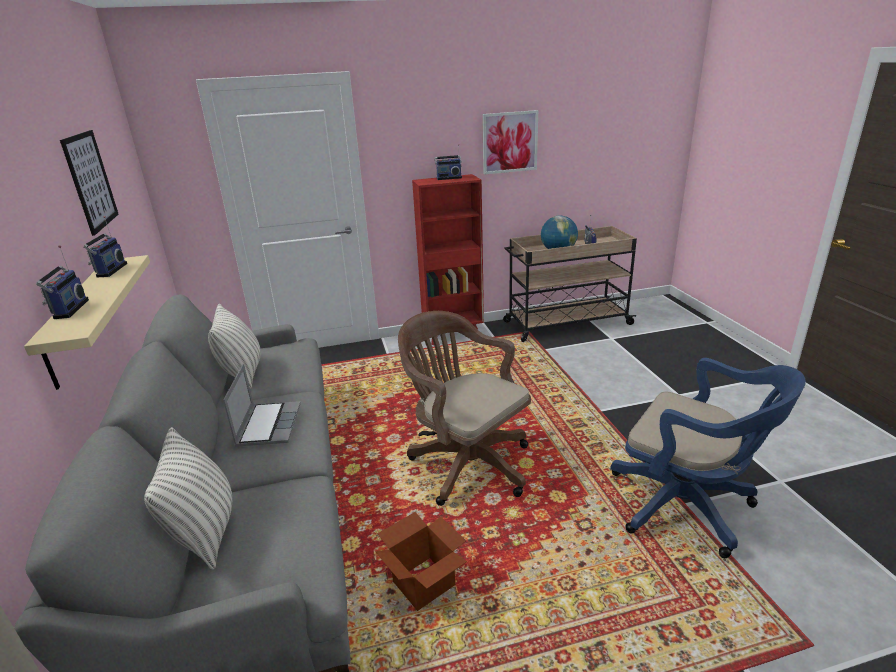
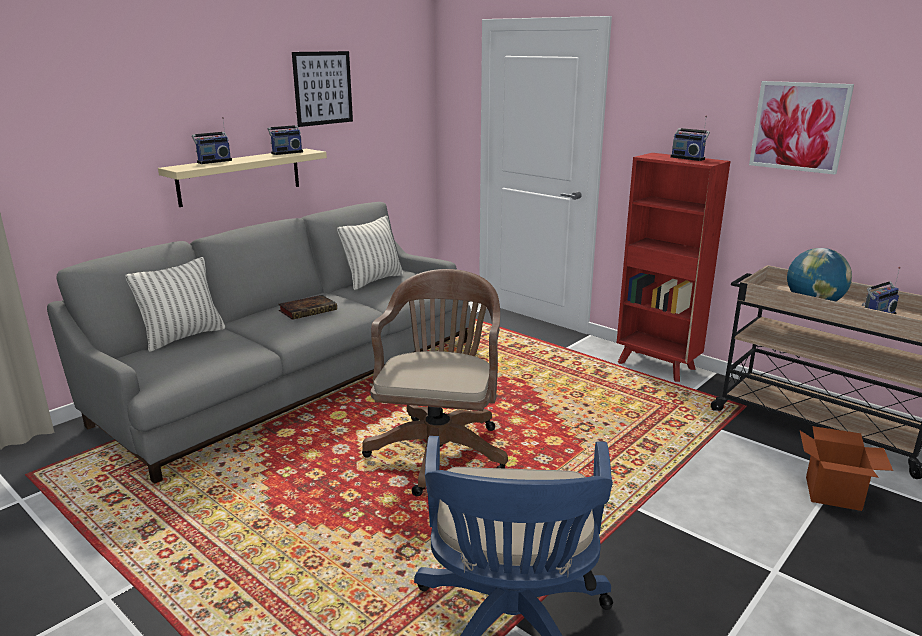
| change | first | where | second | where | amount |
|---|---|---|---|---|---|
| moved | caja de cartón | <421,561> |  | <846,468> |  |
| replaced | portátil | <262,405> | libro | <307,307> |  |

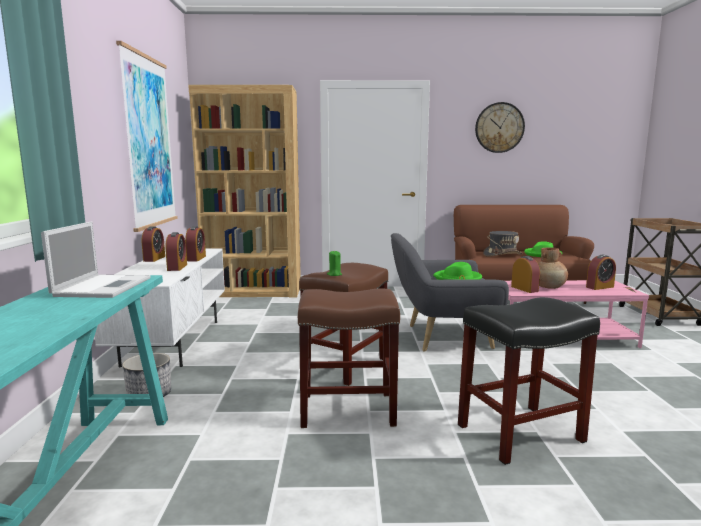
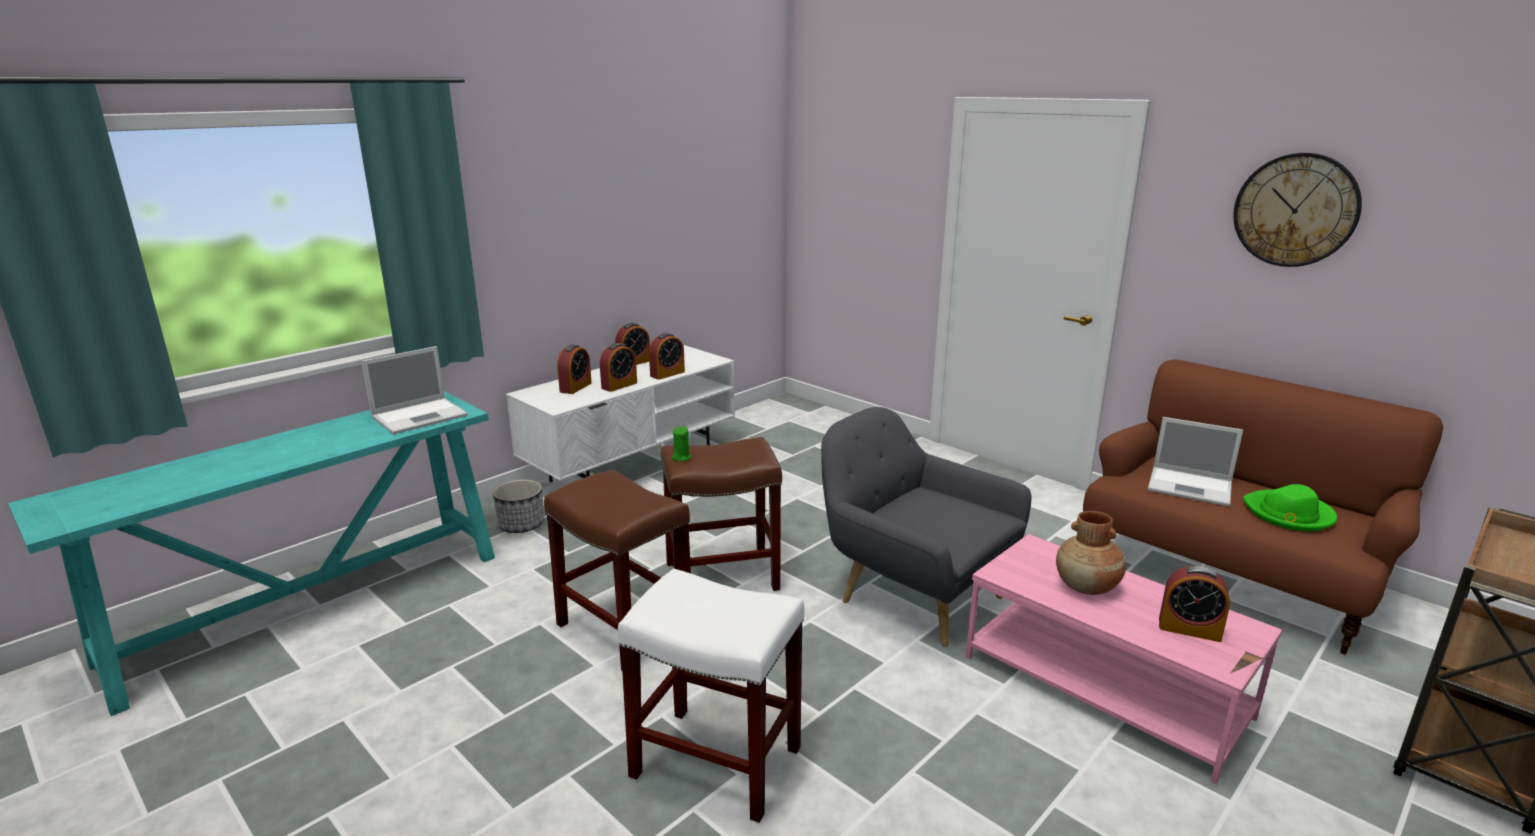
| change | first | where | second | where | amount |
|---|---|---|---|---|---|
| removed | cuadro | <147,136> |  |  |  |
| removed | estantería/marrón | <244,191> |  |  |  |
| removed | sombrero/verde | <457,271> |  |  |  |
| moved | despertador | <525,274> |  | <574,369> |  |
| replaced | sombrero/gris | <502,244> | portátil | <1195,462> |  |
| recoloured | taburete/negro | <529,381> | taburete/blanco | <711,696> |  |

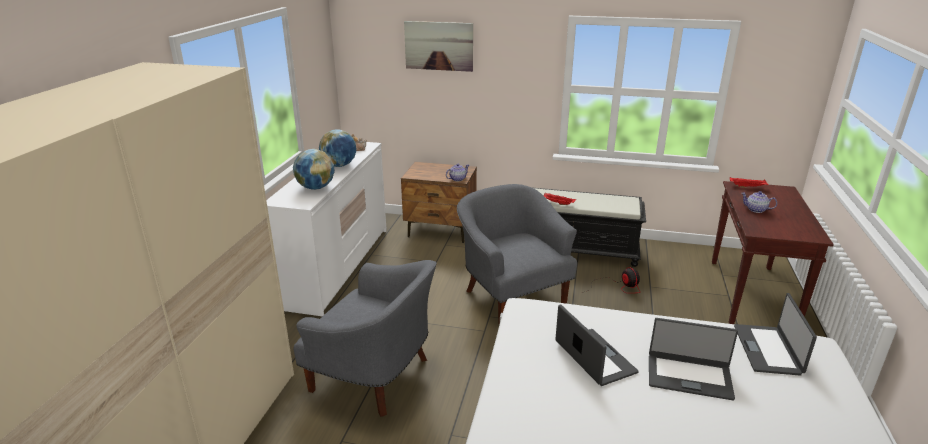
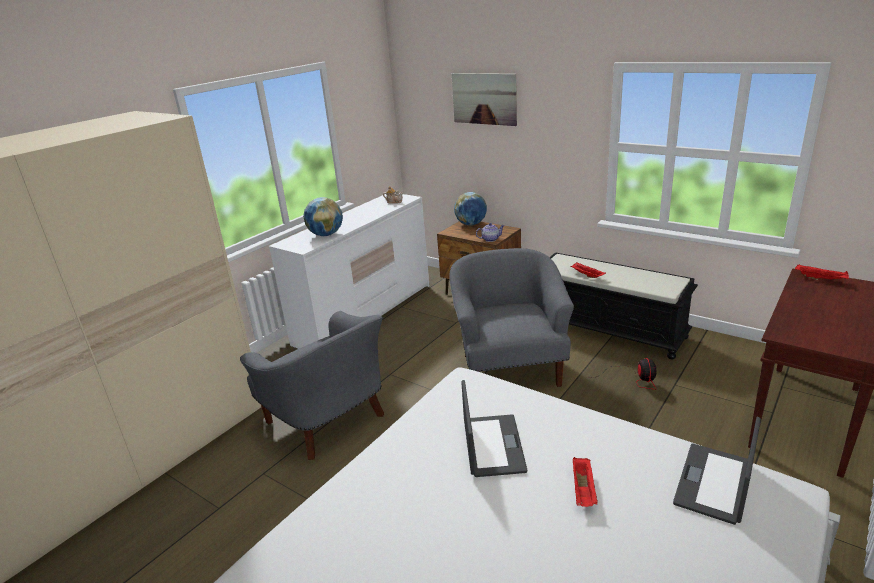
| change | first | where | second | where | amount |
|---|---|---|---|---|---|
| removed | tetera | <759,202> |  |  |  |
| moved | globo terráqueo | <337,148> |  | <470,208> |  |
| replaced | portátil | <693,359> | bandeja/rojo | <585,482> |  |

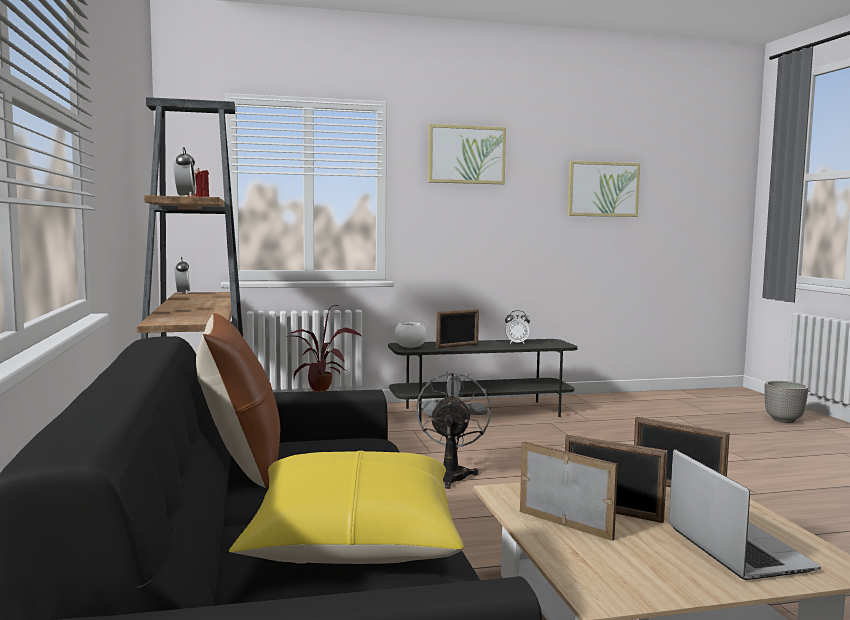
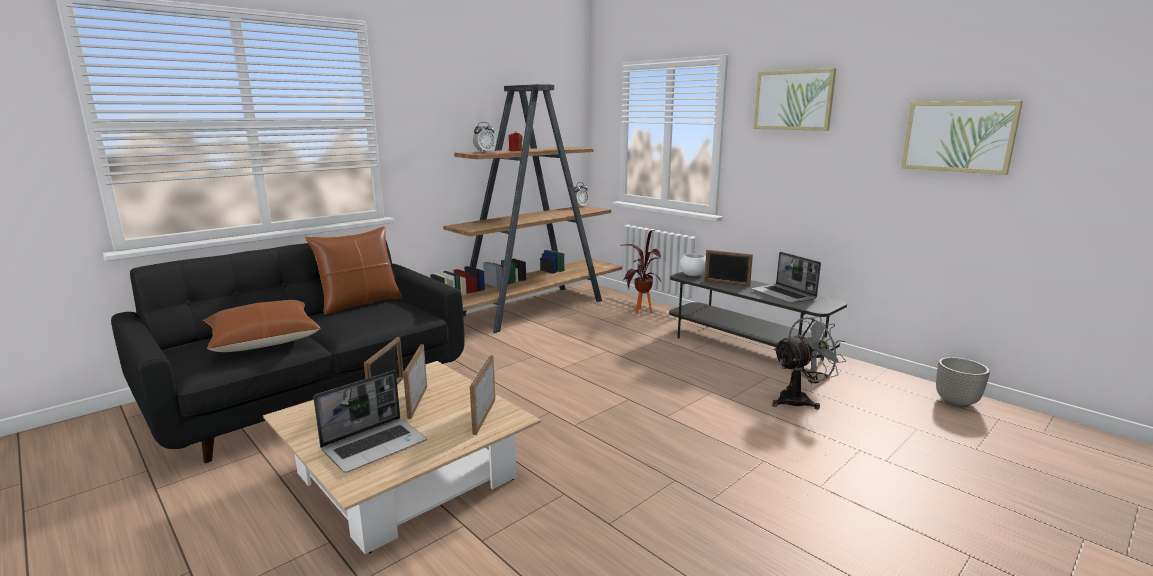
| change | first | where | second | where | amount |
|---|---|---|---|---|---|
| moved | ventilador/gris | <453,430> |  | <809,363> |  |
| moved | maceta | <786,402> |  | <963,382> |  |
| replaced | despertador | <517,327> | portátil | <786,278> |  |
| recoloured | cojín/amarillo | <346,507> | cojín/marrón | <262,326> |  |

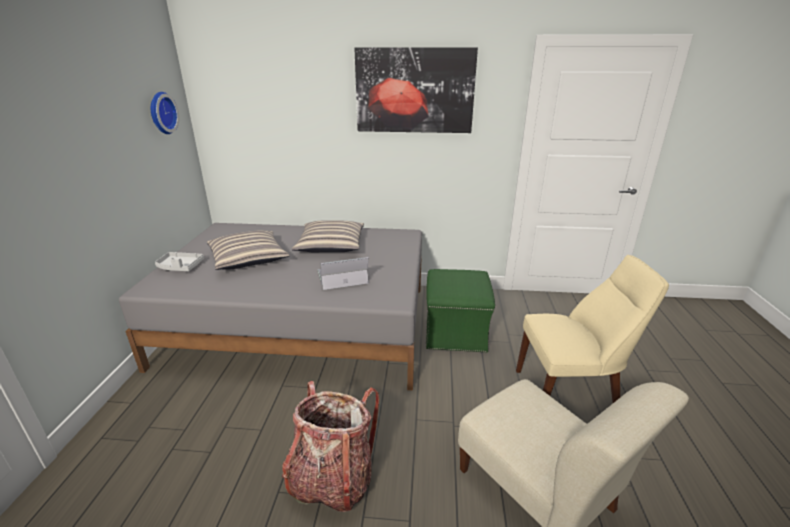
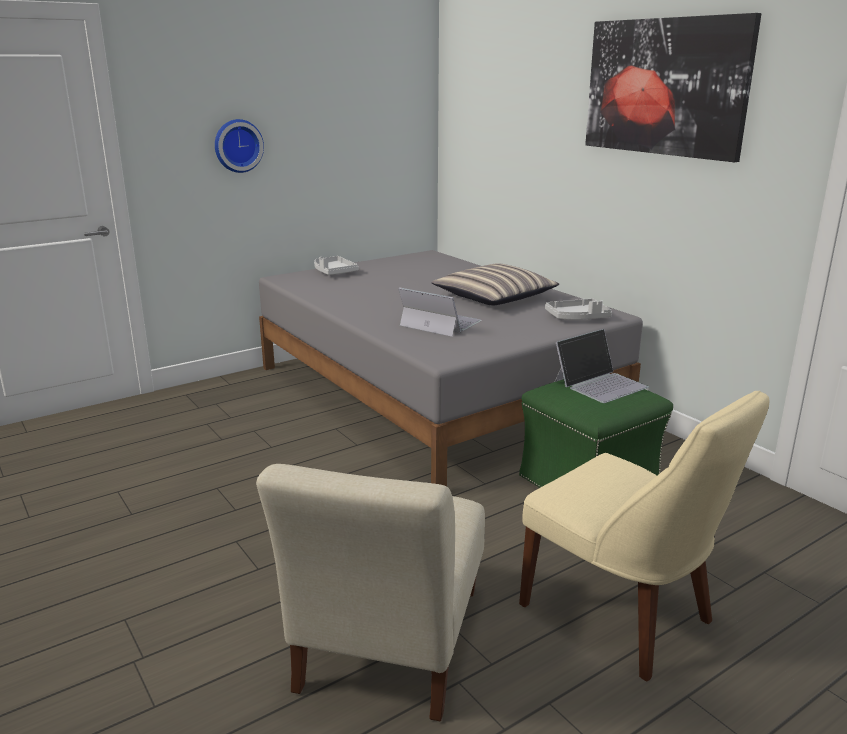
| change | first | where | second | where | amount |
|---|---|---|---|---|---|
| removed | cojín | <248,250> |  |  |  |
| removed | mochila | <330,446> |  |  |  |
| added |  |  | bandeja/gris | <578,309> |  |
| added |  |  | portátil | <601,366> |  |
| moved | reloj de pared | <165,113> |  | <239,146> |  |

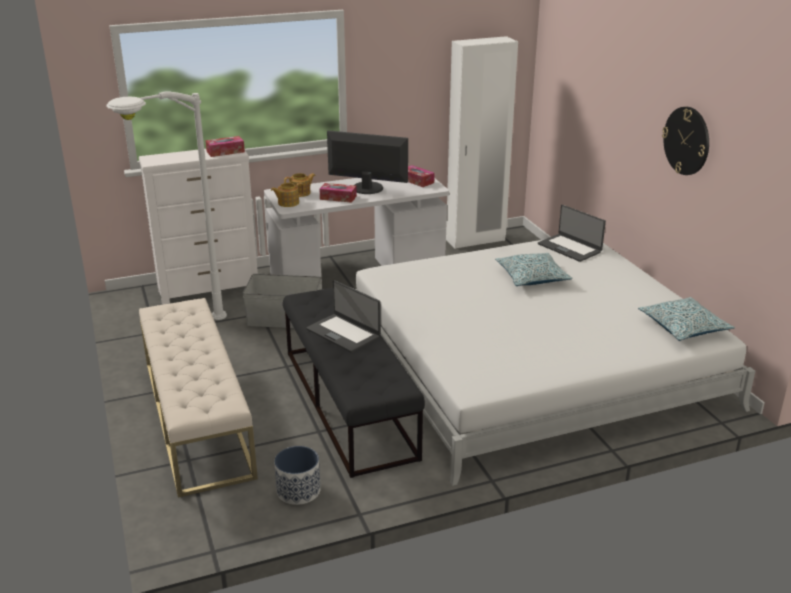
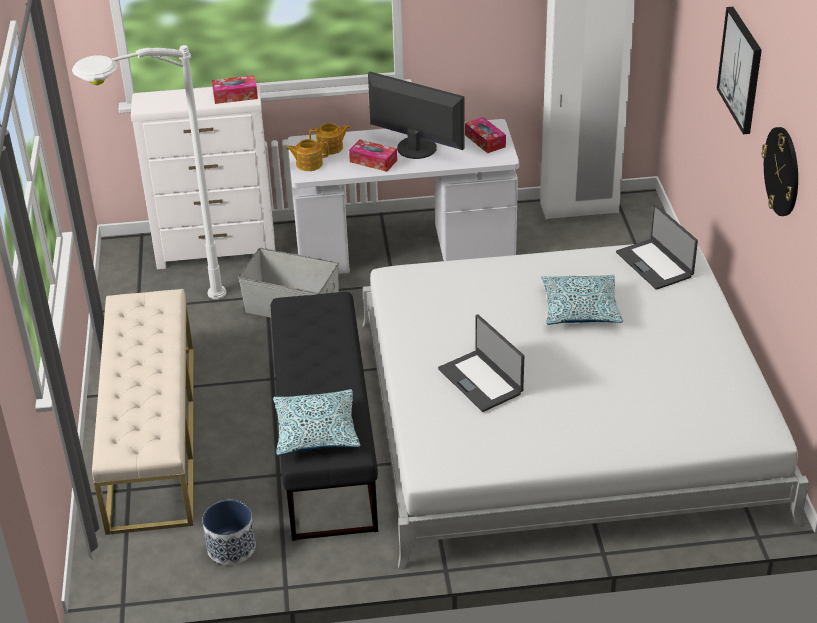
| change | first | where | second | where | amount |
|---|---|---|---|---|---|
| added |  |  | cuadro | <739,70> |  |
| moved | portátil | <343,316> |  | <481,363> |  |
| moved | cojín | <686,319> |  | <317,422> |  |

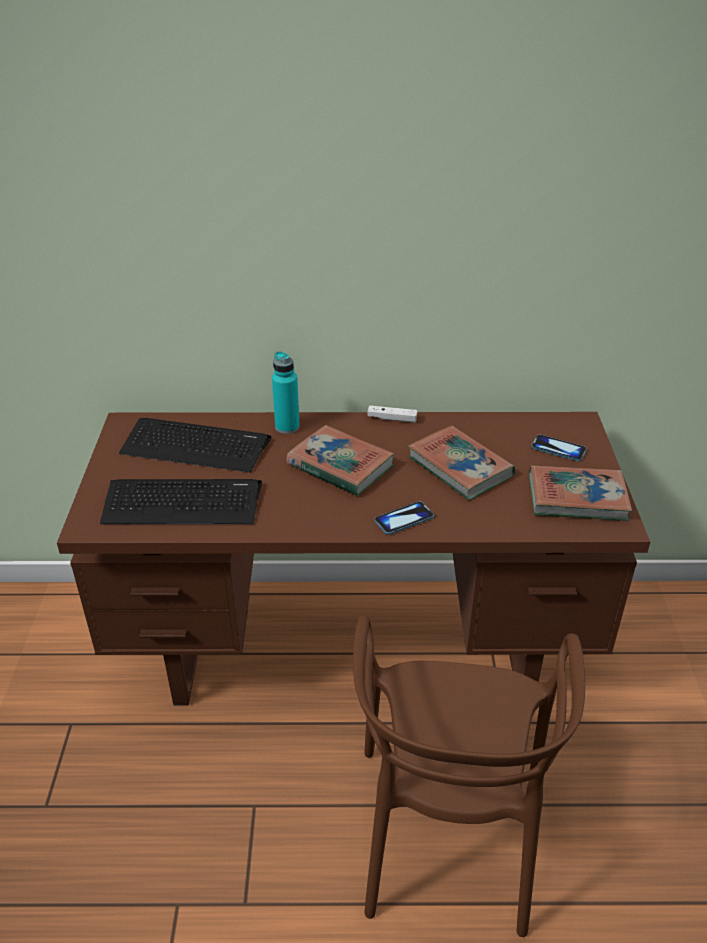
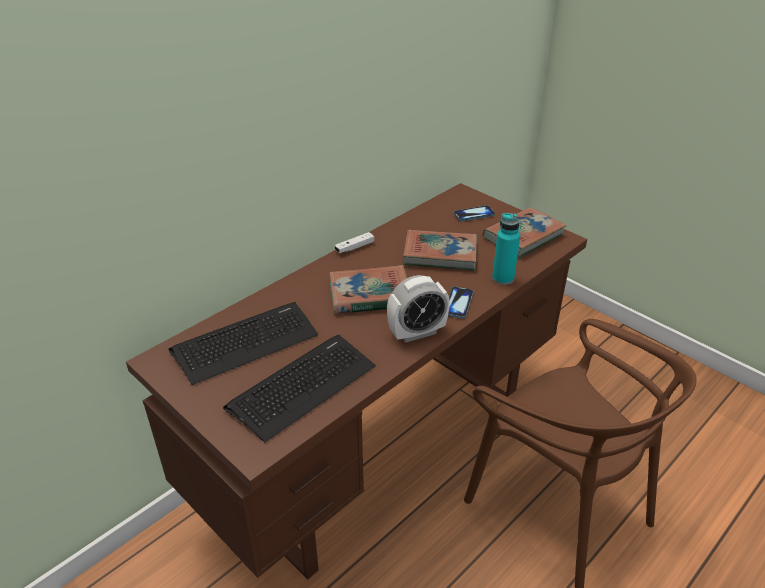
| change | first | where | second | where | amount |
|---|---|---|---|---|---|
| added |  |  | despertador | <418,309> |  |
| moved | botella/turquesa | <286,392> |  | <506,249> |  |

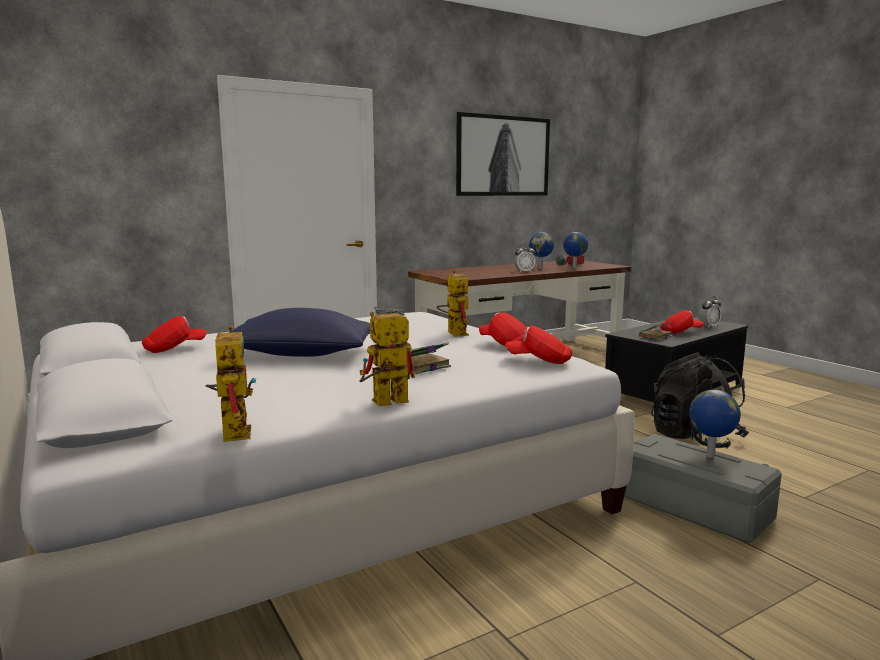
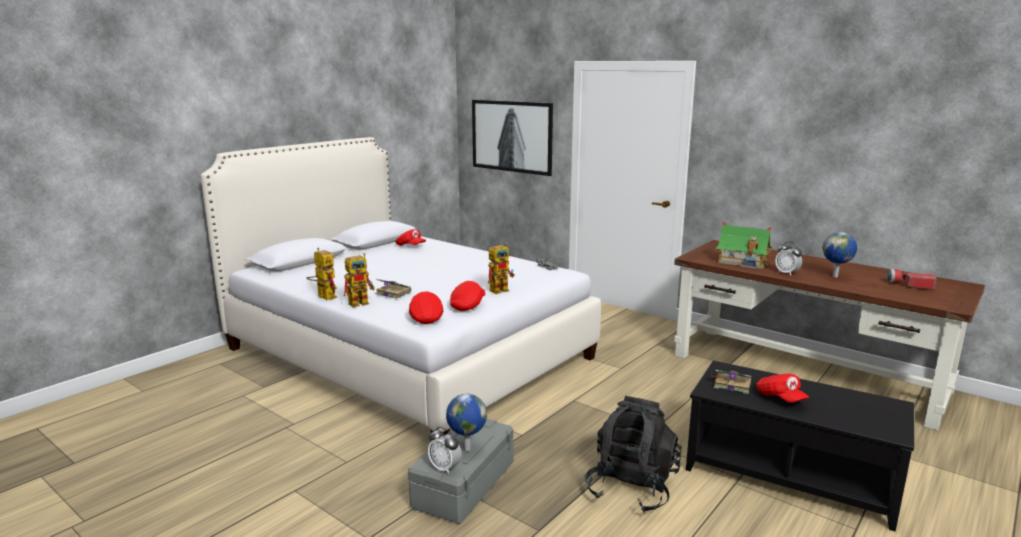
| change | first | where | second | where | amount |
|---|---|---|---|---|---|
| removed | cojín/azul | <292,332> |  |  |  |
| removed | globo terráqueo | <575,250> |  |  |  |
| added |  |  | casita | <743,245> |  |
| moved | robot de juguete | <230,383> |  | <359,280> |  |
| moved | cuadro | <503,154> |  | <512,138> |  |
| moved | despertador | <710,312> |  | <445,450> |  |

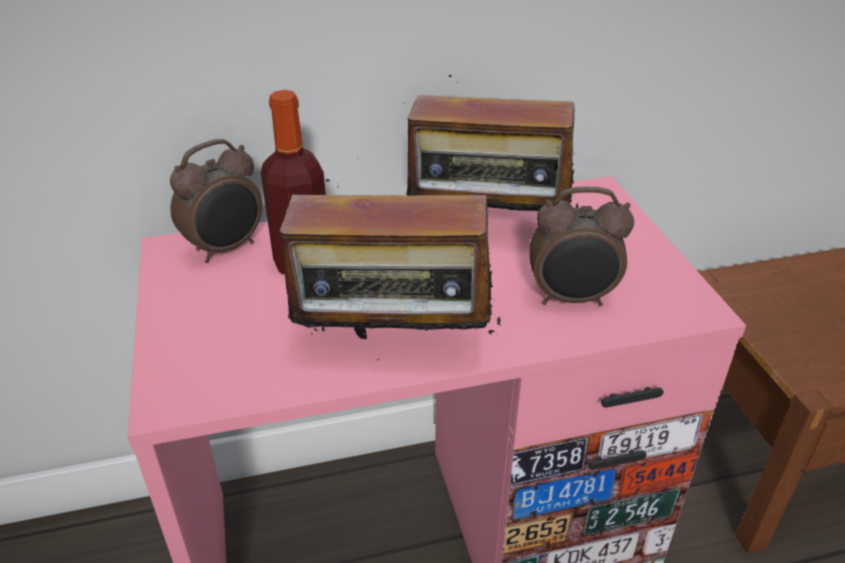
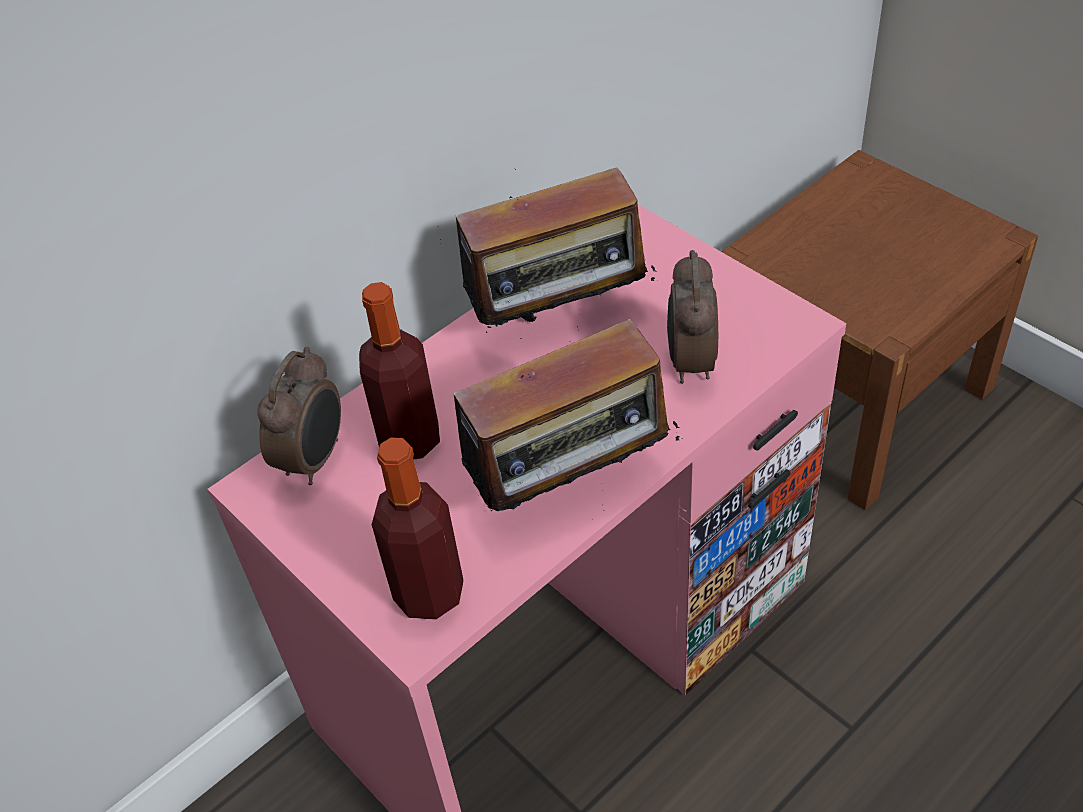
| change | first | where | second | where | amount |
|---|---|---|---|---|---|
| added |  |  | botella | <418,529> |  |
| turned | despertador | <582,246> |  | <692,317> | 120 degrees clockwise |

